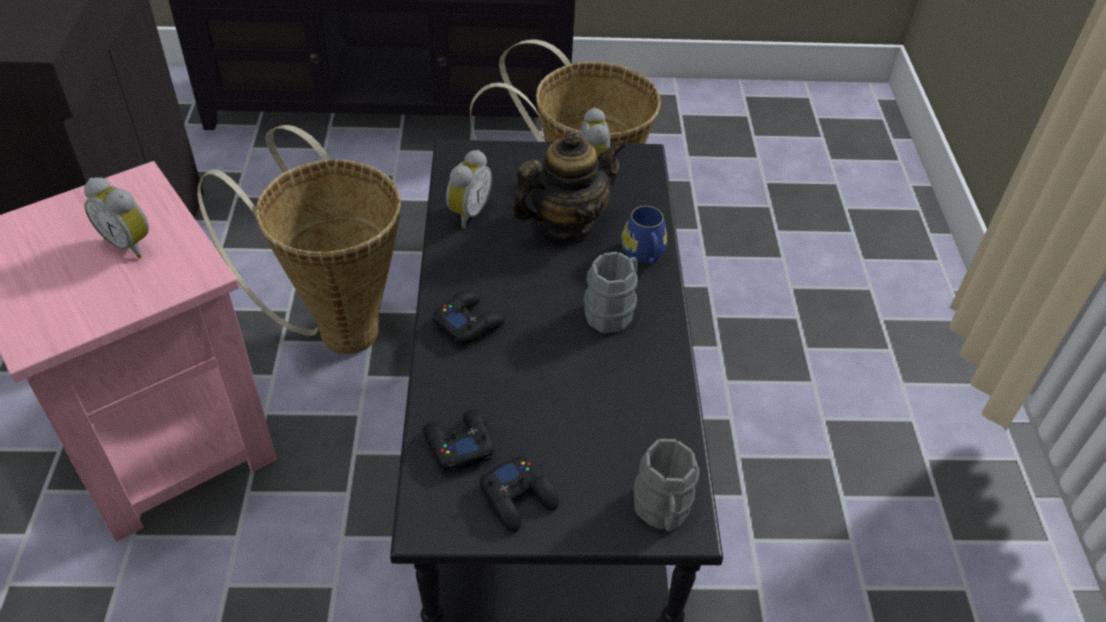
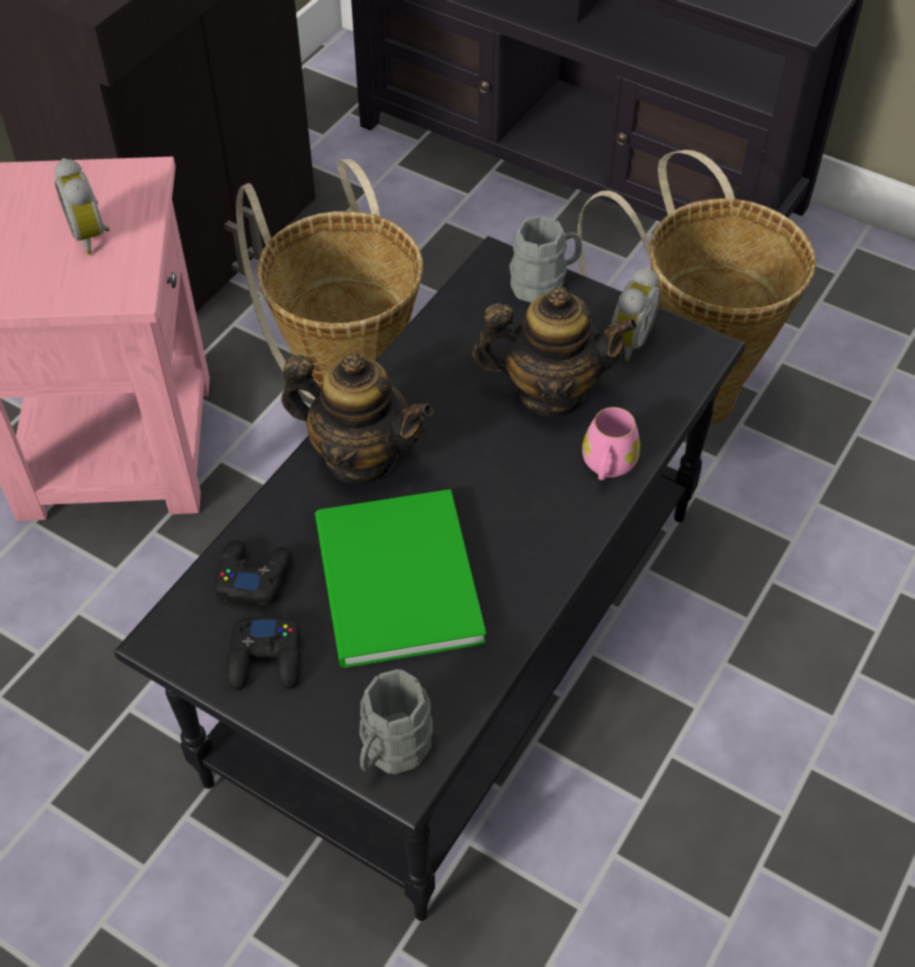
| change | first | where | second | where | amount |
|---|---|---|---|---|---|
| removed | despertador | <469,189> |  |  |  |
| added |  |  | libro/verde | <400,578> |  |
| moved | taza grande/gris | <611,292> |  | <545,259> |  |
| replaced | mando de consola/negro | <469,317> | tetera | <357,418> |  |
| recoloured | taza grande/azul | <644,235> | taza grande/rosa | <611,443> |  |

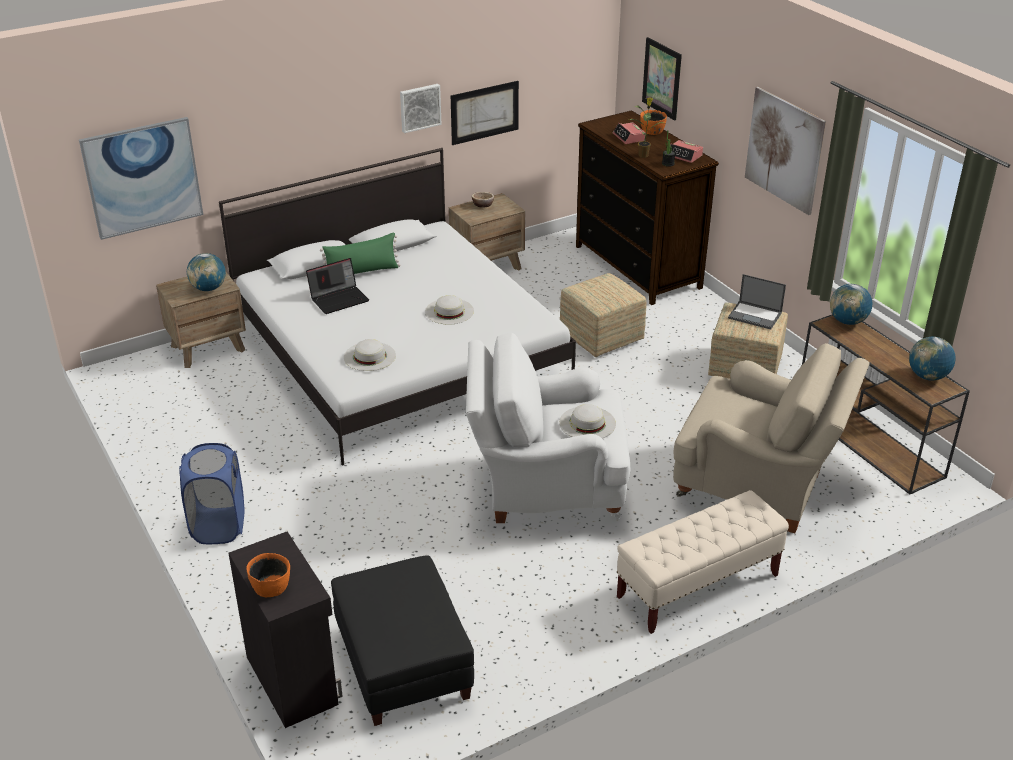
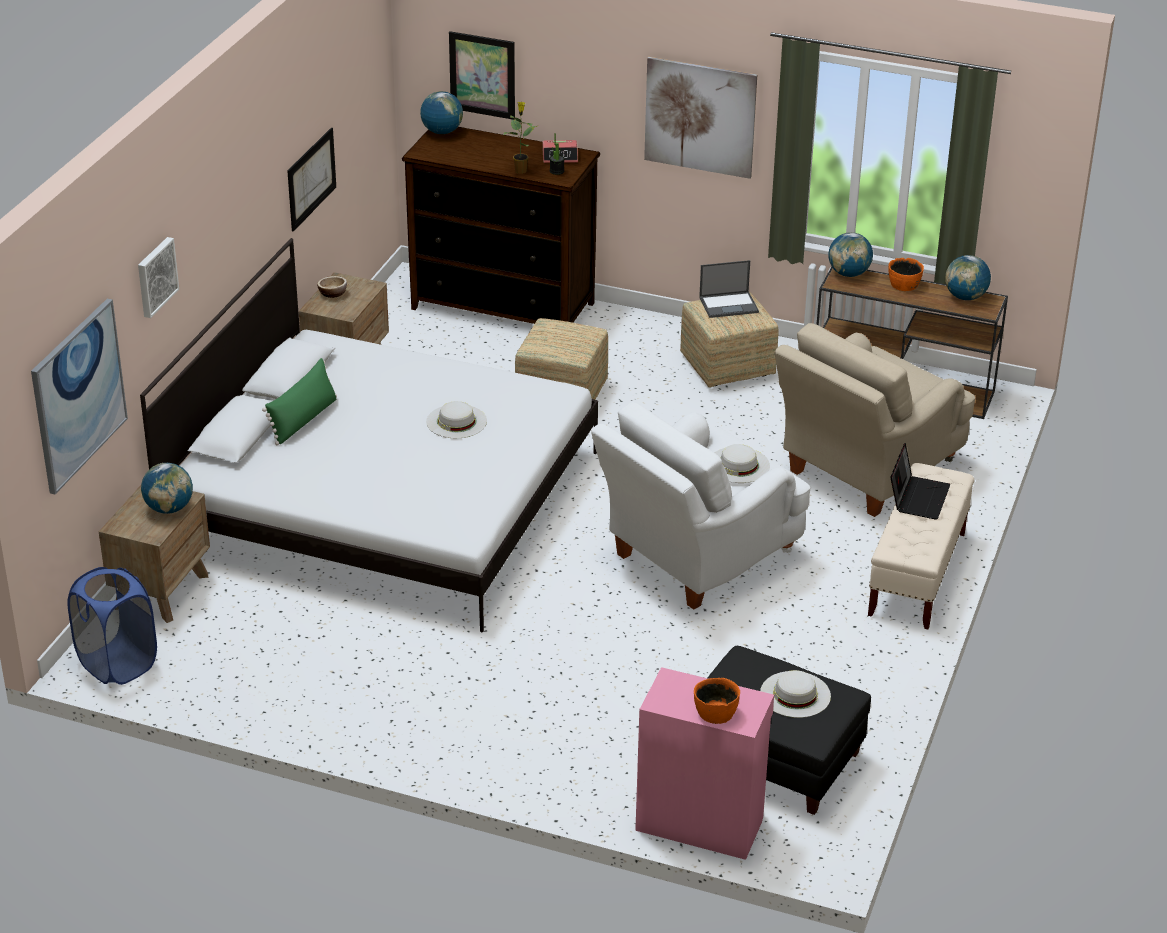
| change | first | where | second | where | amount |
|---|---|---|---|---|---|
| removed | despertador | <629,133> |  |  |  |
| added |  |  | globo terráqueo | <441,112> |  |
| moved | cesto de la ropa/azul | <211,493> |  | <112,626> |  |
| moved | portátil | <337,286> |  | <920,481> |  |
| moved | sombrero/blanco | <370,355> |  | <795,694> |  |
| moved | cuadro | <420,108> |  | <158,277> |  |
| moved | cuenco/naranja | <653,122> |  | <906,274> |  |
| recoloured | armario/negro | <286,630> | armario/rosa | <704,763> |  |
| turned | sillón/beis | <771,438> |  | <875,420> | 150 degrees clockwise |

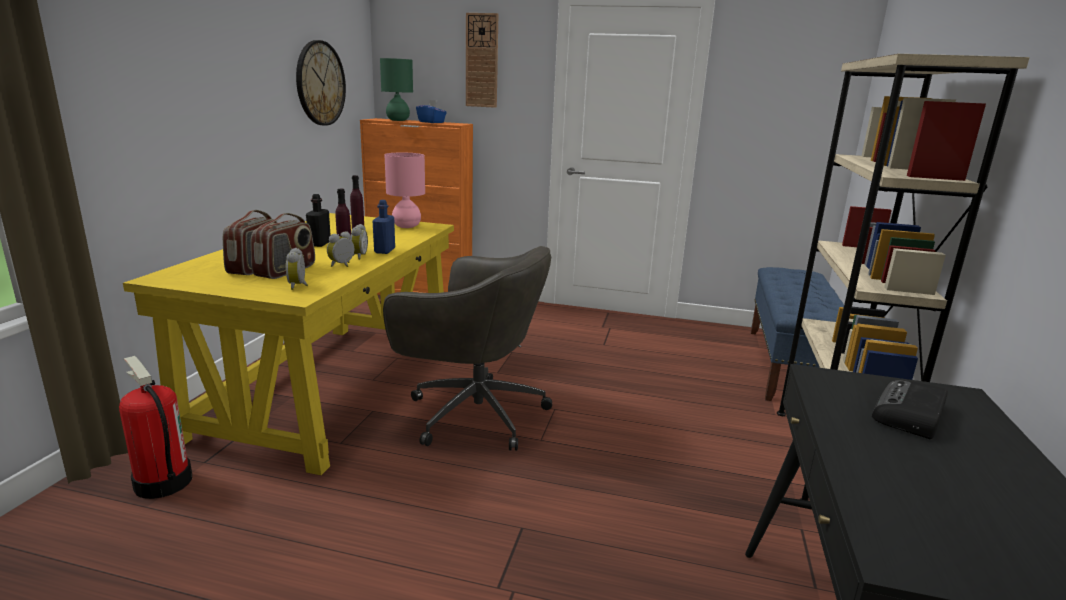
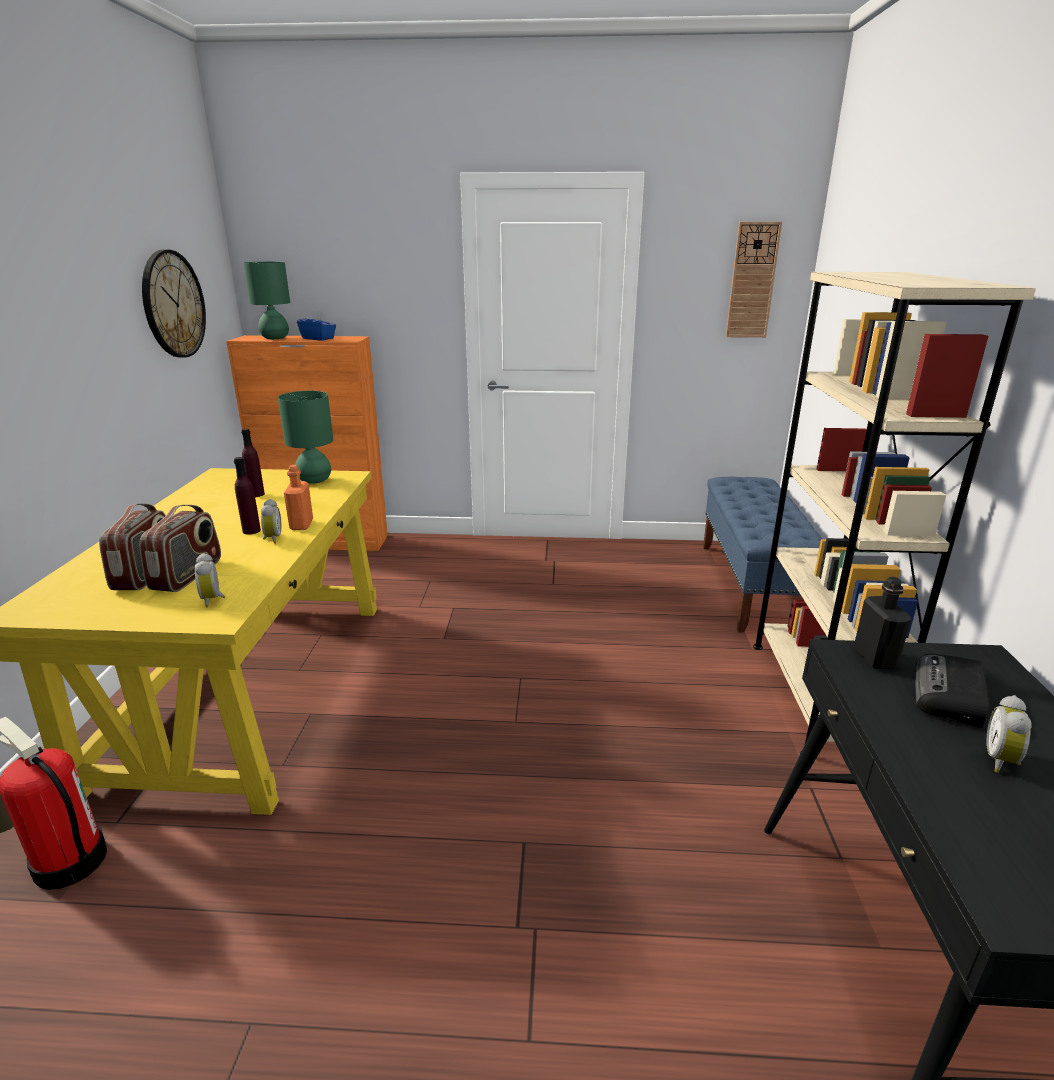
| change | first | where | second | where | amount |
|---|---|---|---|---|---|
| removed | silla de oficina/gris | <467,348> |  |  |  |
| moved | botella/negro | <318,220> |  | <883,623> |  |
| moved | despertador | <340,249> |  | <1009,734> |  |
| moved | reloj de pared | <482,60> |  | <754,280> |  |
| recoloured | botella/azul | <384,227> | botella/naranja | <298,497> |  |
| recoloured | lámpara de mesa/rosa | <404,190> | lámpara de mesa/verde | <305,437> |  |

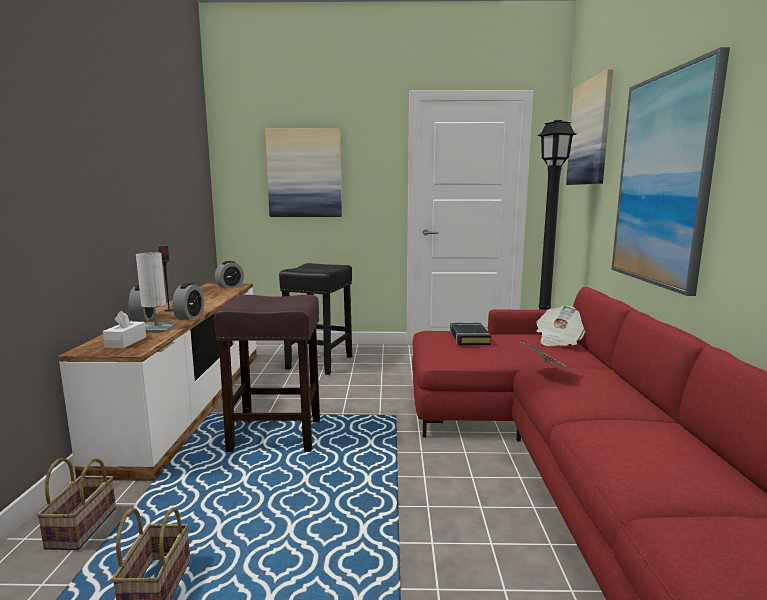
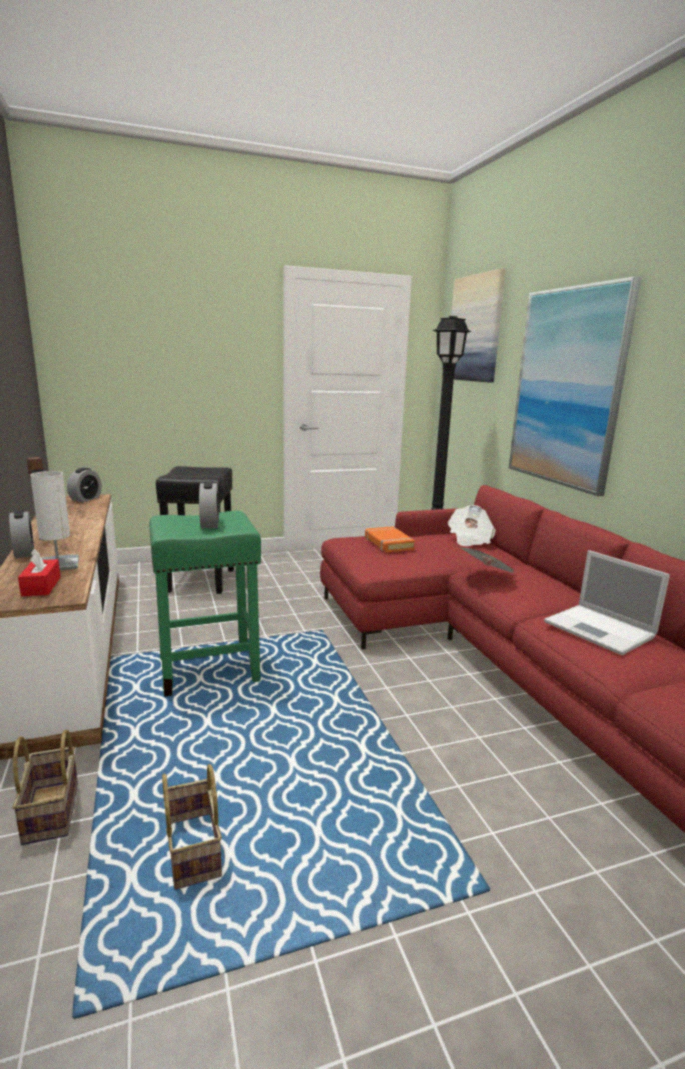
| change | first | where | second | where | amount |
|---|---|---|---|---|---|
| removed | cuadro | <303,172> |  |  |  |
| added |  |  | portátil | <607,602> |  |
| moved | despertador | <188,301> |  | <209,504> |  |
| recoloured | caja de pañuelos/blanco | <124,329> | caja de pañuelos/rojo | <39,572> |  |
| recoloured | taburete/marrón | <267,373> | taburete/verde | <205,604> |  |
| recoloured | libro/negro | <470,334> | libro/naranja | <390,539> |  |

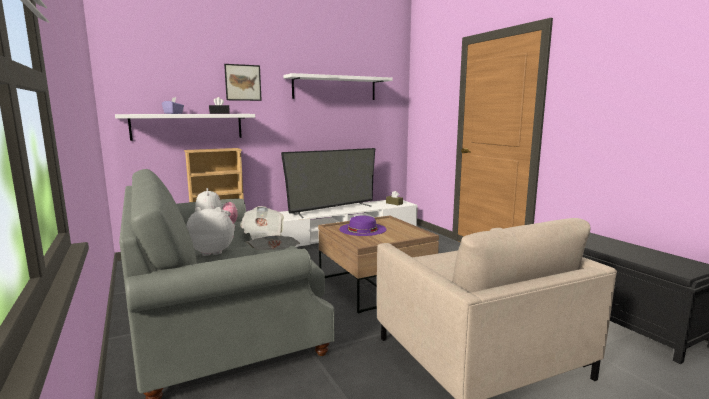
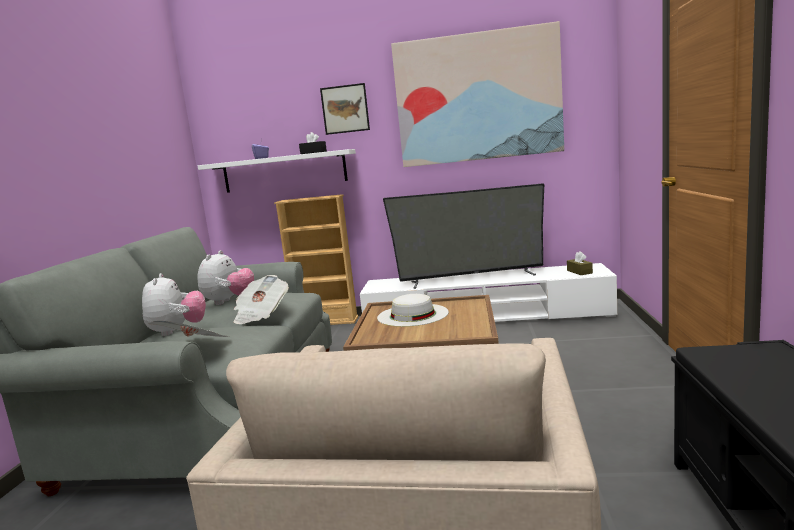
| change | first | where | second | where | amount |
|---|---|---|---|---|---|
| replaced | estante/blanco | <338,86> | cuadro | <477,94> |  |
| recoloured | sombrero/morado | <362,225> | sombrero/blanco | <413,310> |  |
| turned | peluche | <210,231> |  | <174,304> | 45 degrees clockwise |

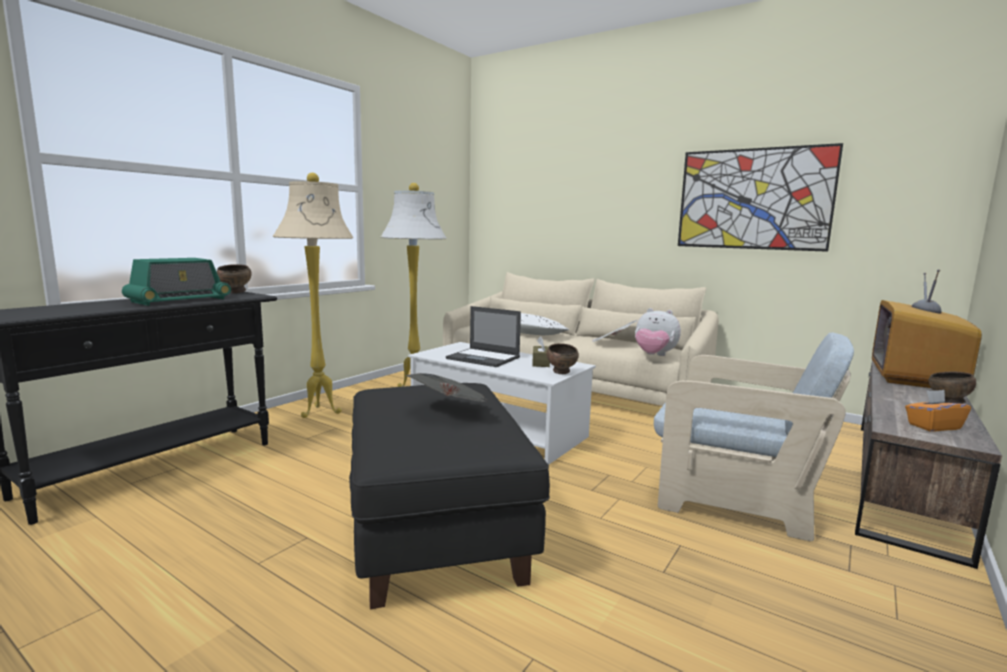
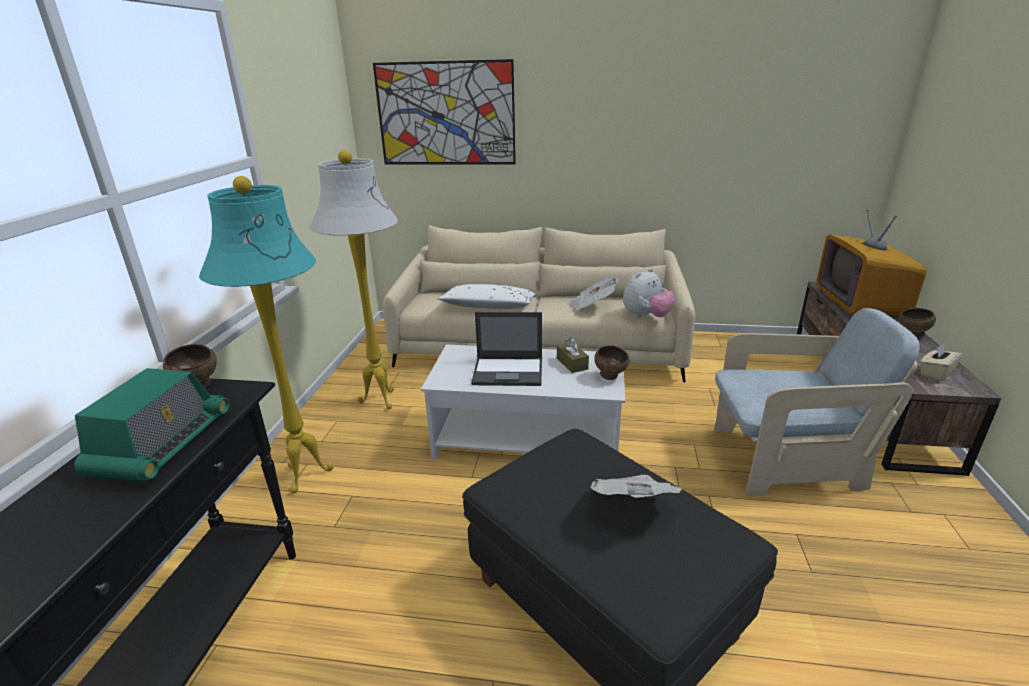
| change | first | where | second | where | amount |
|---|---|---|---|---|---|
| moved | cuadro | <760,197> |  | <444,112> |  |
| recoloured | lámpara de pie/beis | <313,295> | lámpara de pie/turquesa | <266,334> |  |
| recoloured | caja de pañuelos/naranja | <938,411> | caja de pañuelos/beis | <941,362> |  |
| turned | peluche | <658,332> |  | <649,293> | 45 degrees counterclockwise |

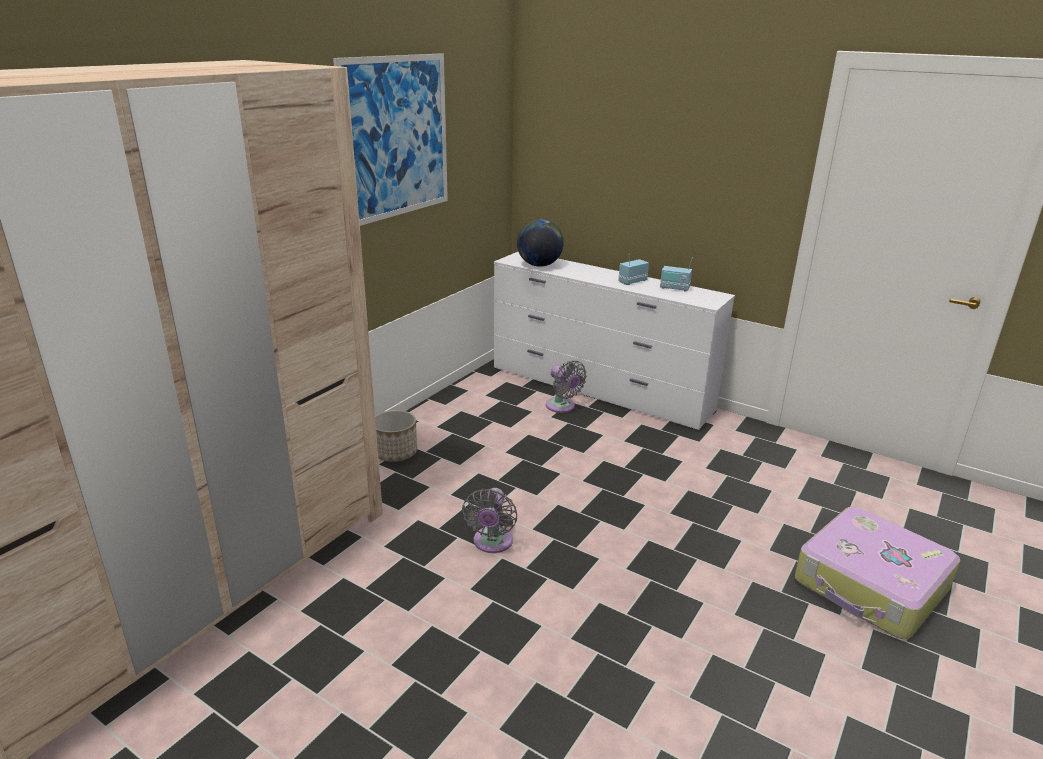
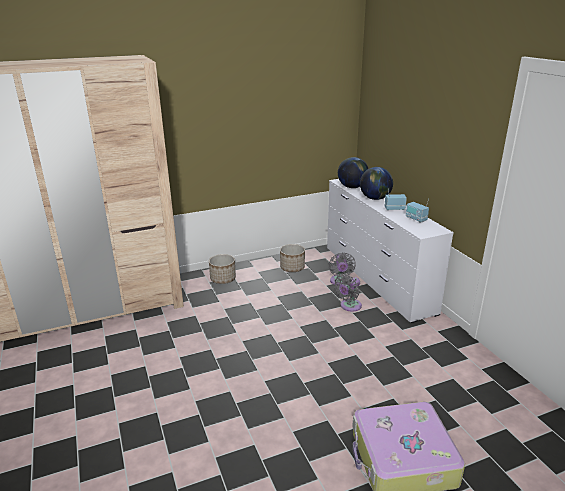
| change | first | where | second | where | amount |
|---|---|---|---|---|---|
| removed | cuadro | <390,139> |  |  |  |
| added |  |  | maceta | <292,258> |  |
| added |  |  | globo terráqueo | <376,183> |  |
| moved | ventilador/gris | <489,520> |  | <348,293> |  |

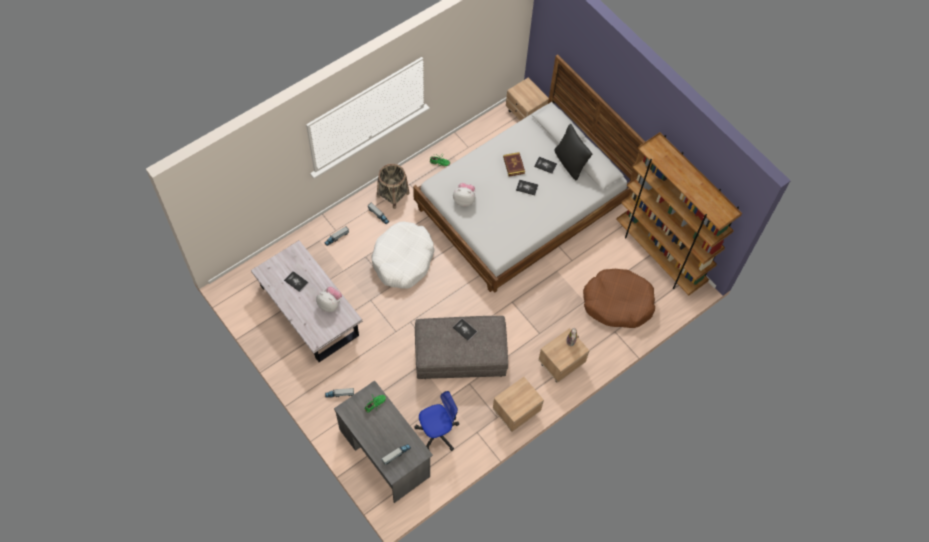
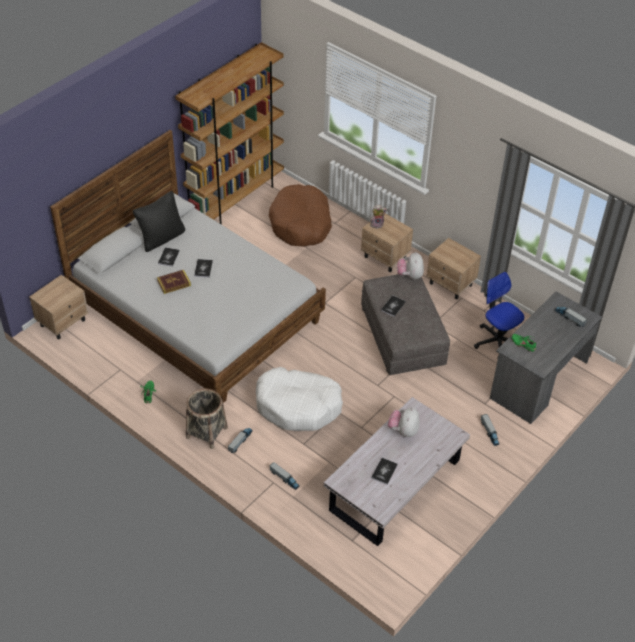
| change | first | where | second | where | amount |
|---|---|---|---|---|---|
| moved | peluche | <464,195> |  | <410,266> |  |

